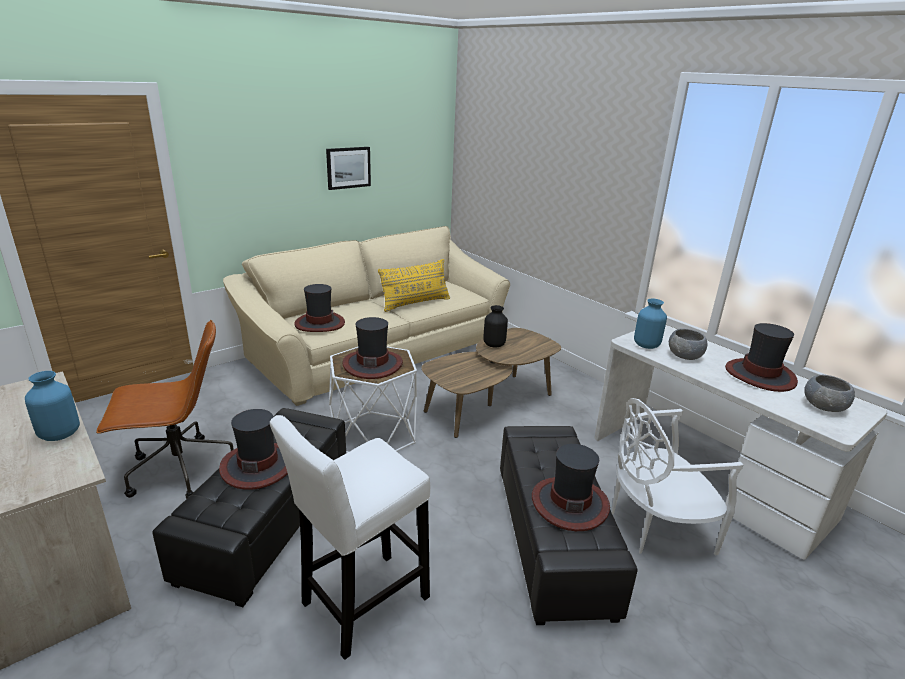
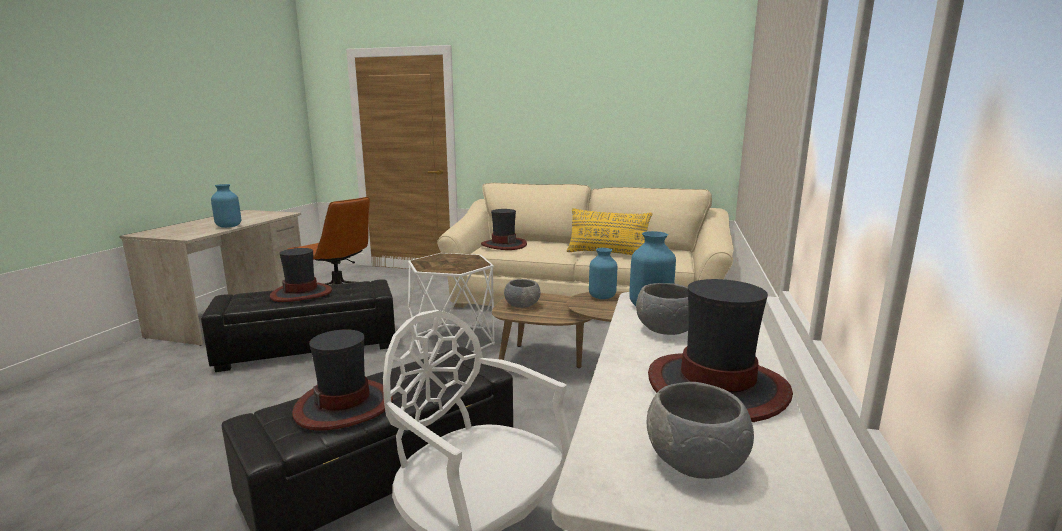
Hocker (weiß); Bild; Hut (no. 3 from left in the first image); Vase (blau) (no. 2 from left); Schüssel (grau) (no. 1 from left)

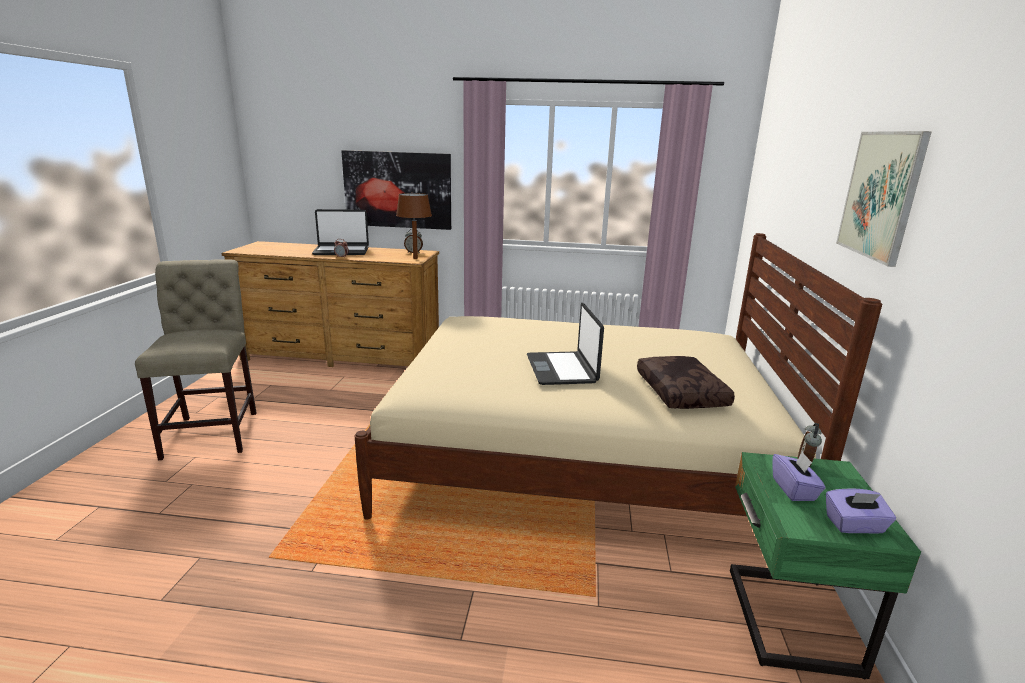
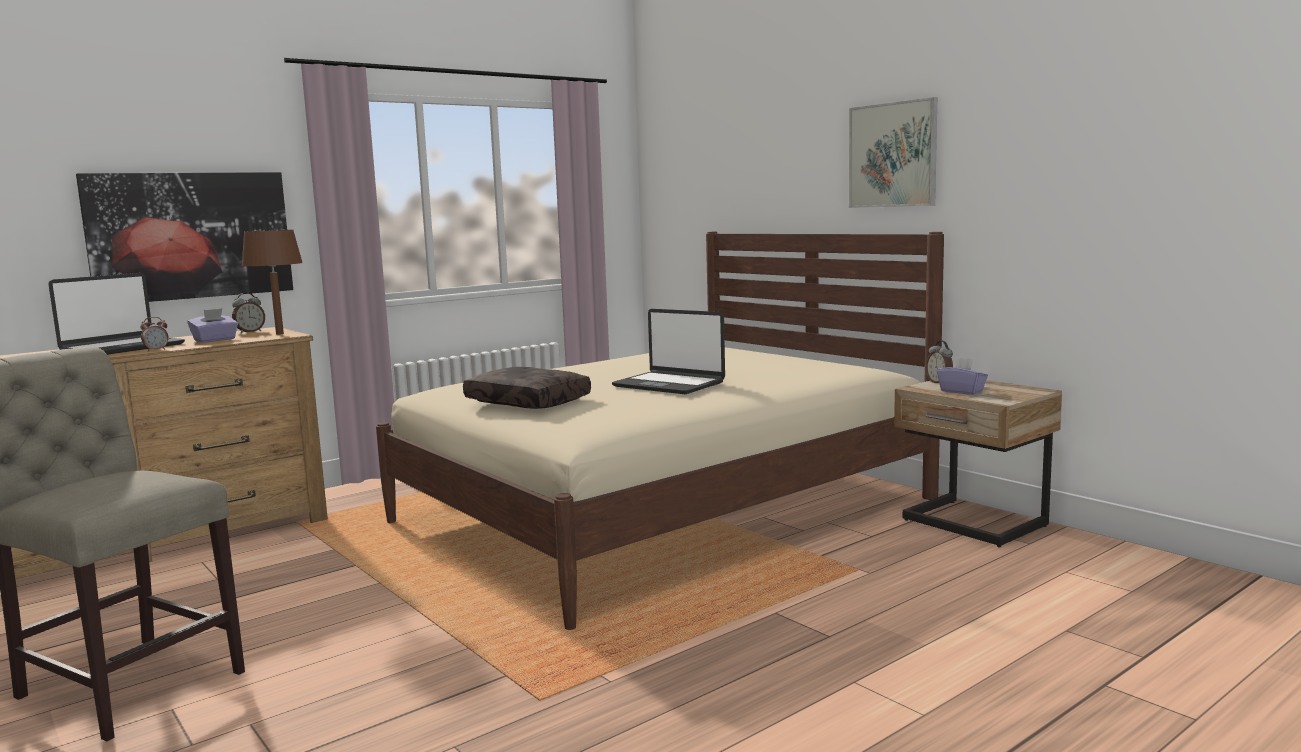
Kissen (braun); Nachttisch (beige); Taschentuchbox (lila) (no. 1 from left)

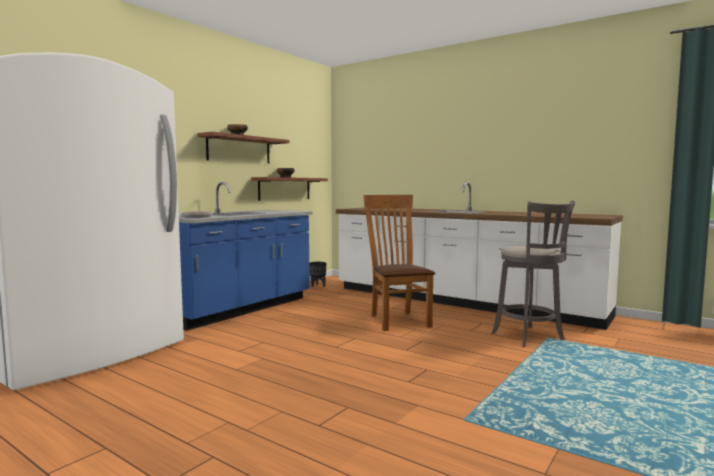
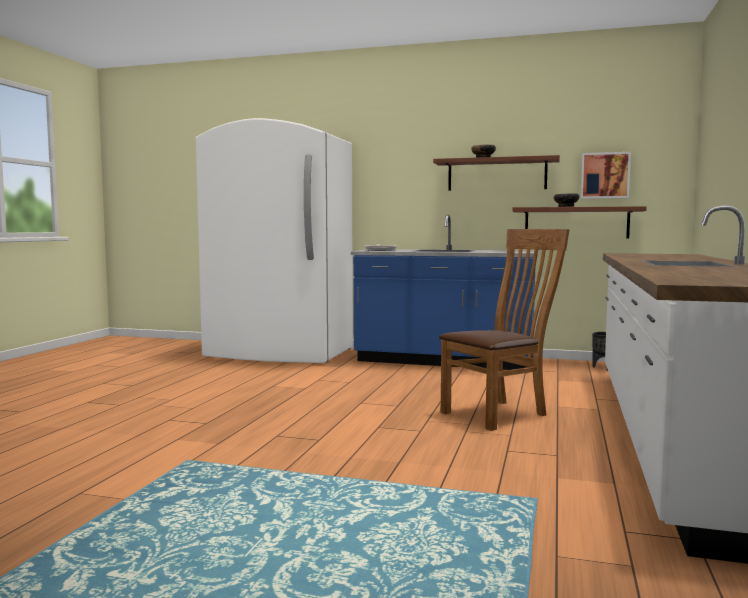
Hocker (grau); Bild

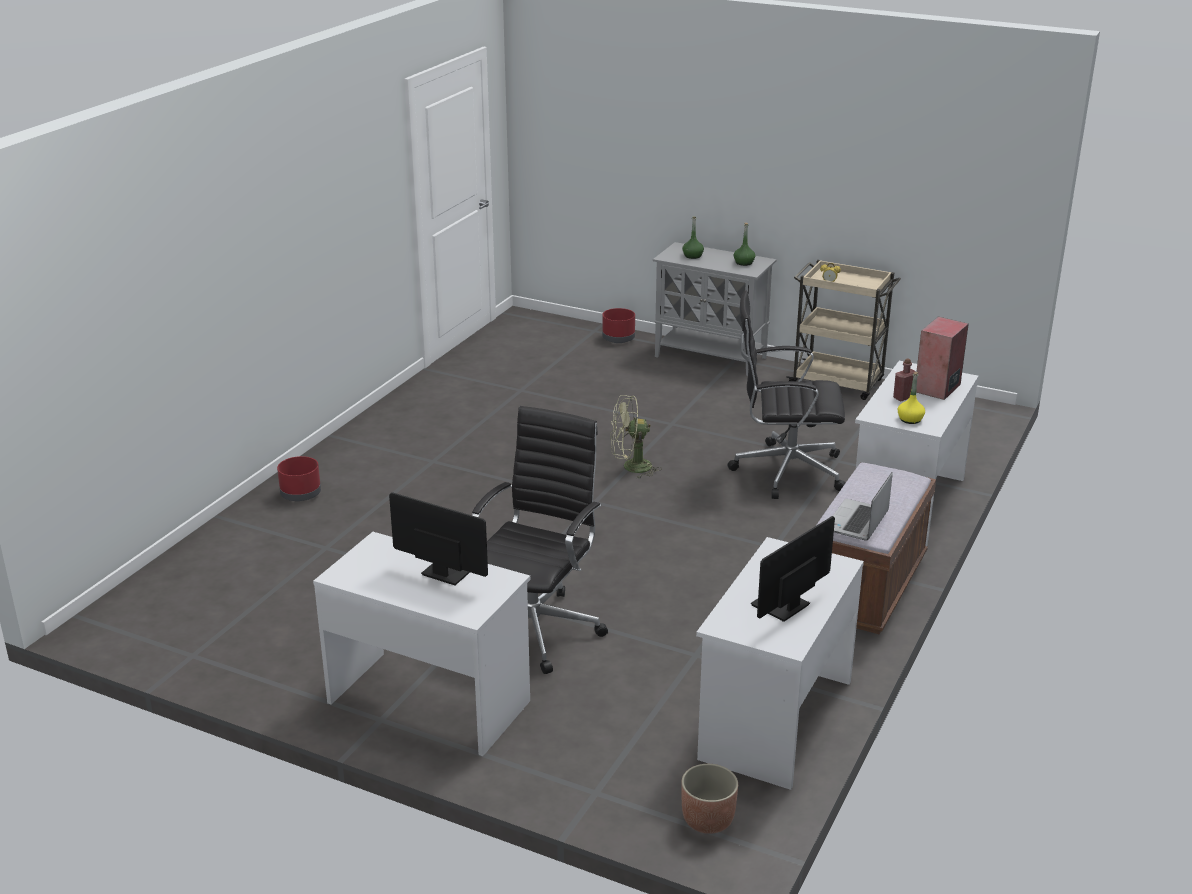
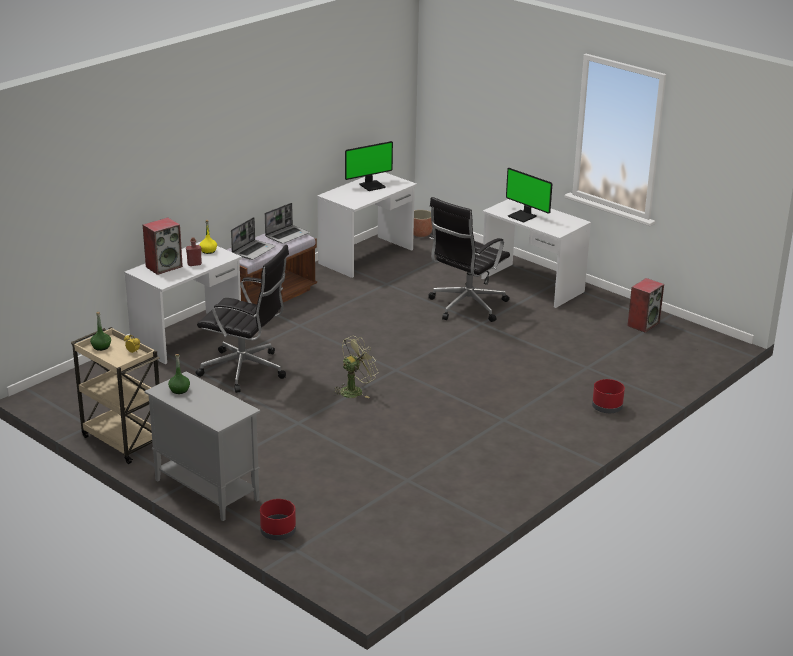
Ventilator (grün); Flasche (grün) (no. 1 from left); Laptop (no. 1 from left); Lautsprecher (no. 2 from left)

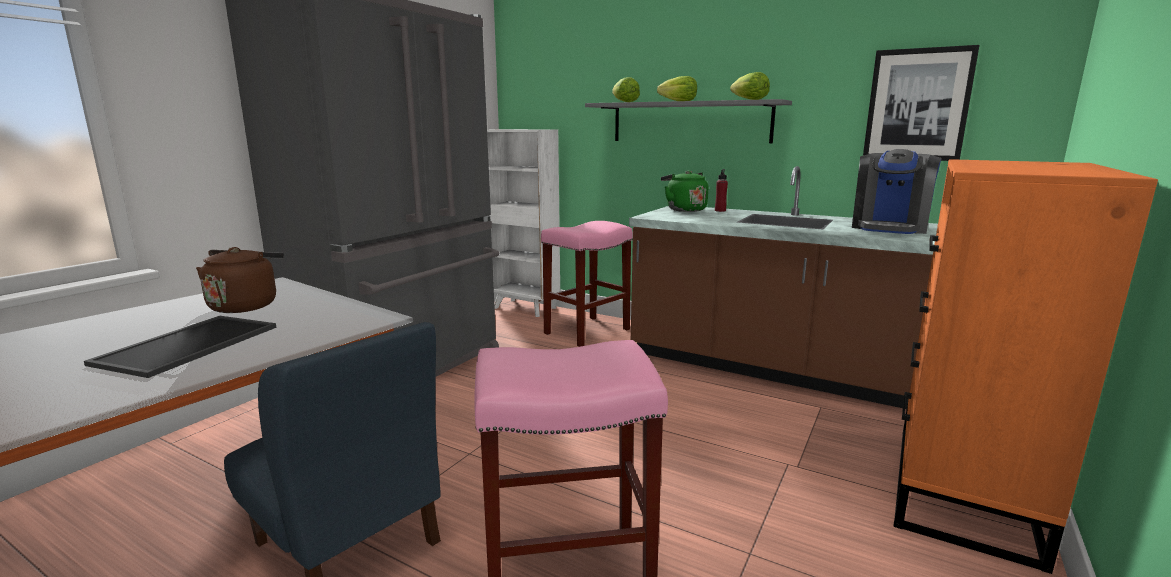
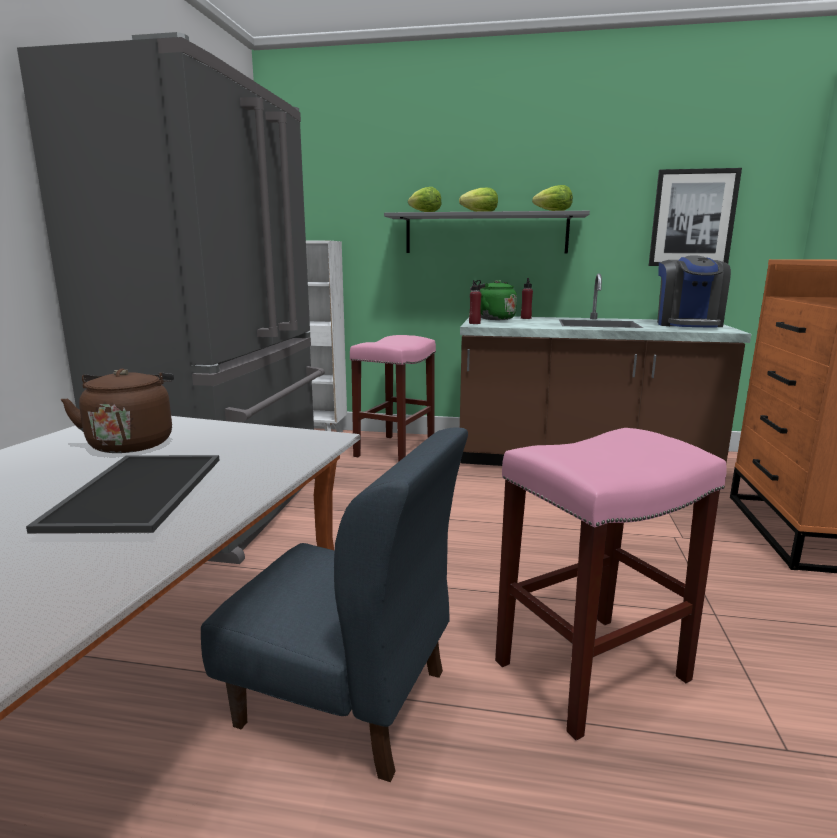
Flasche (rot) (no. 1 from left)

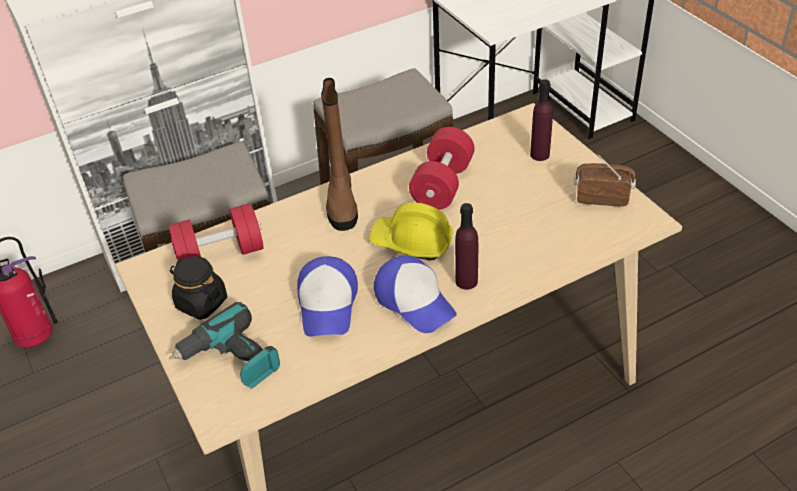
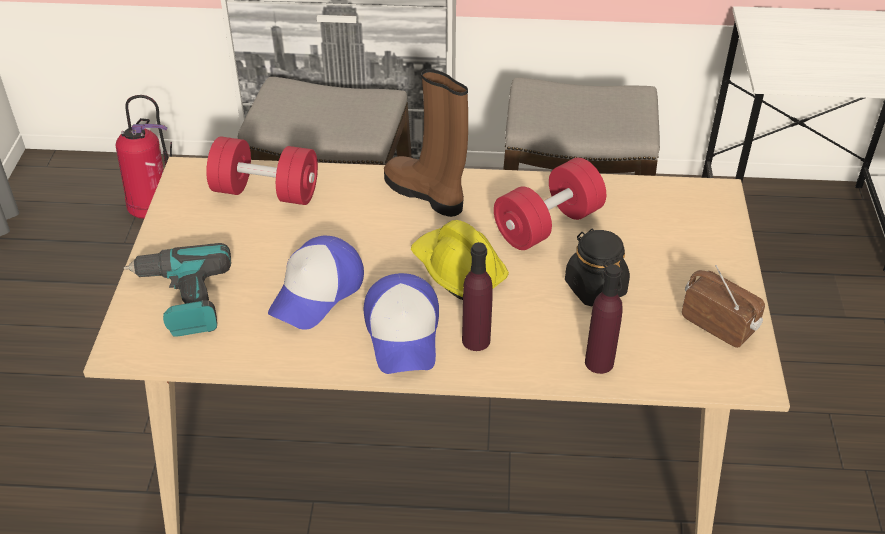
Vorratsglas (schwarz); Stiefel (braun); Flasche (lila) (no. 2 from left)

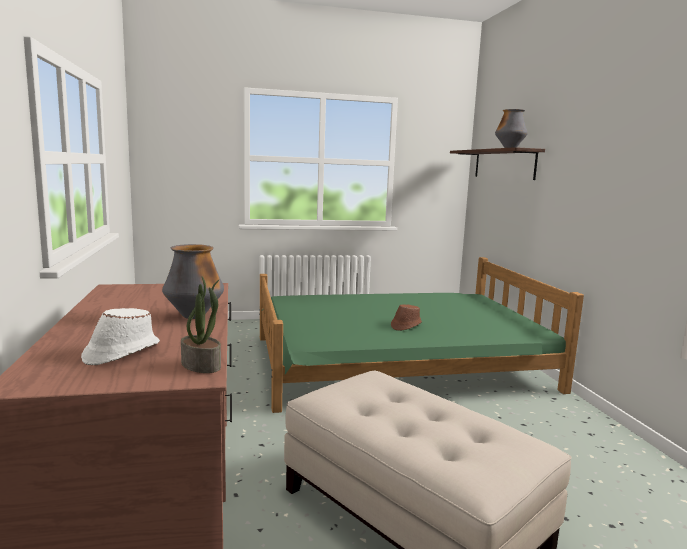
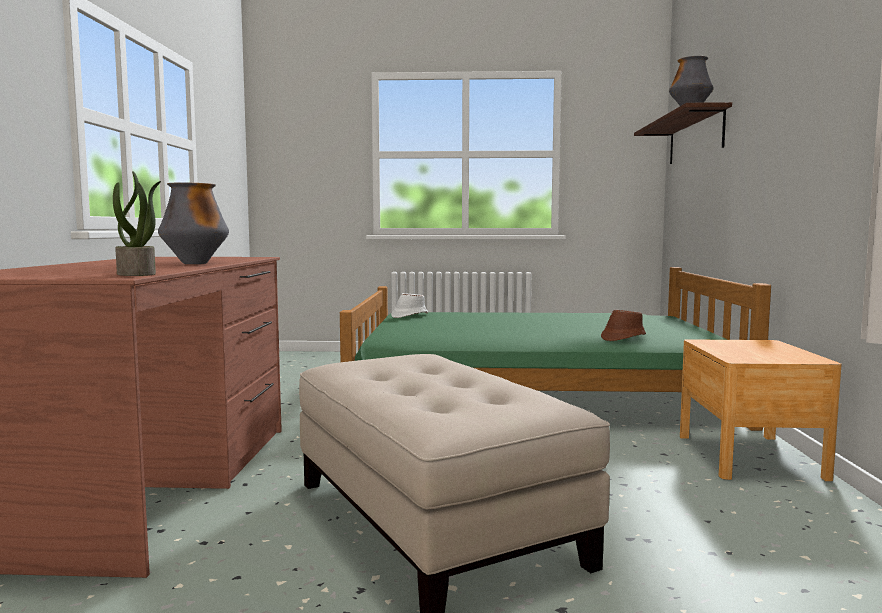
Hut (weiß); Hut (braun); Nachttisch (braun)

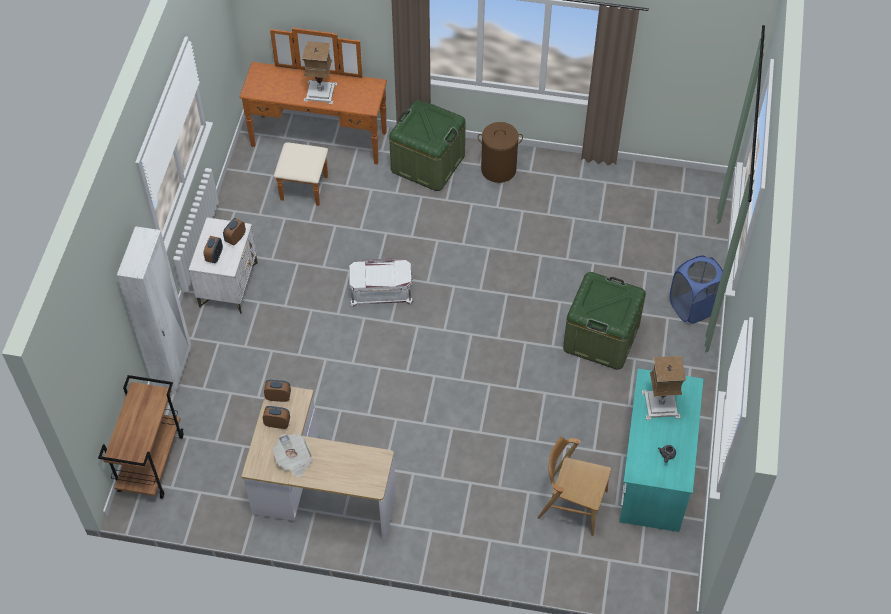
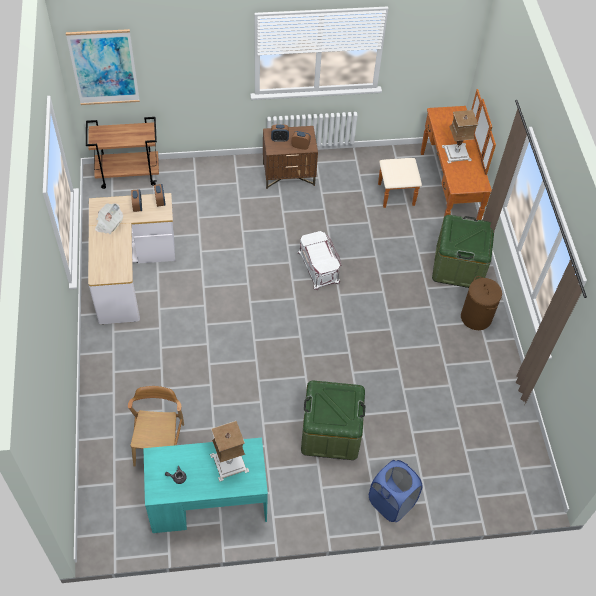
Kleiderschrank (weiß); Nachttisch (braun); Bild

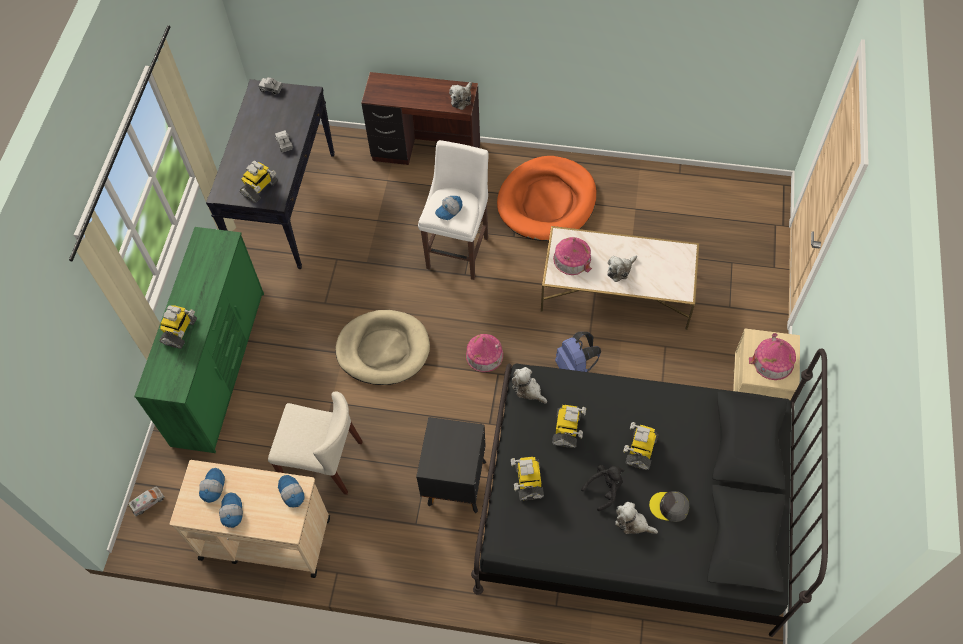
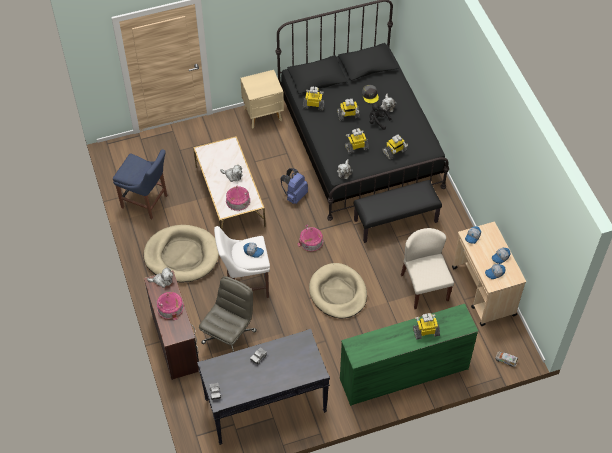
Spielzeugroboter (no. 1 from left); Bank (schwarz); Hundebett (beige) (no. 1 from left); Spielzeughaus (no. 1 from left); Stuhl (blau); Bürostuhl (grau)

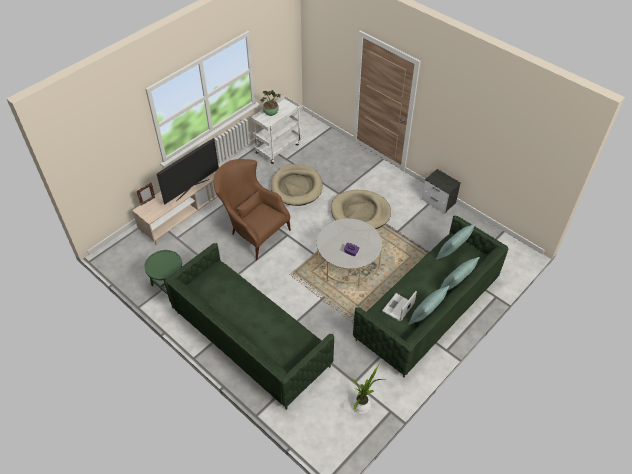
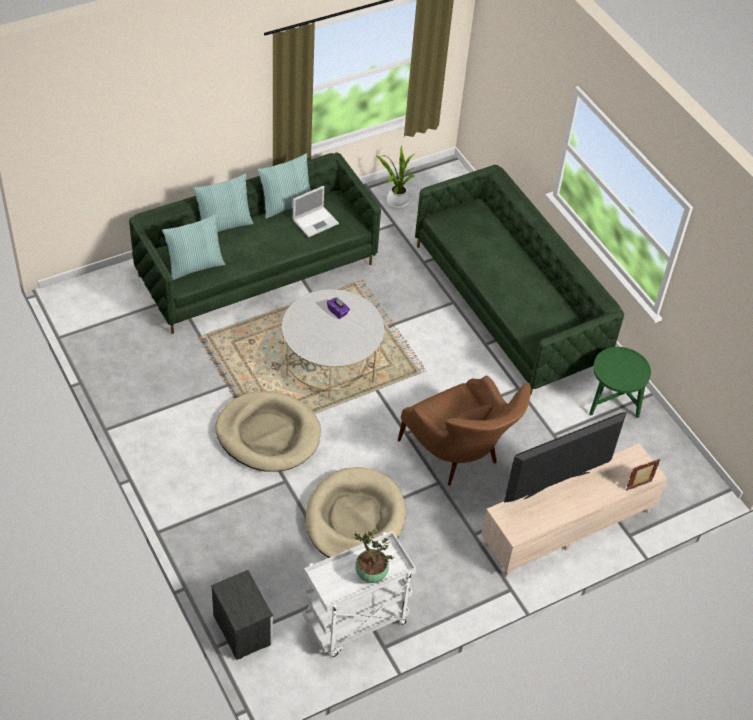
Nachttisch

